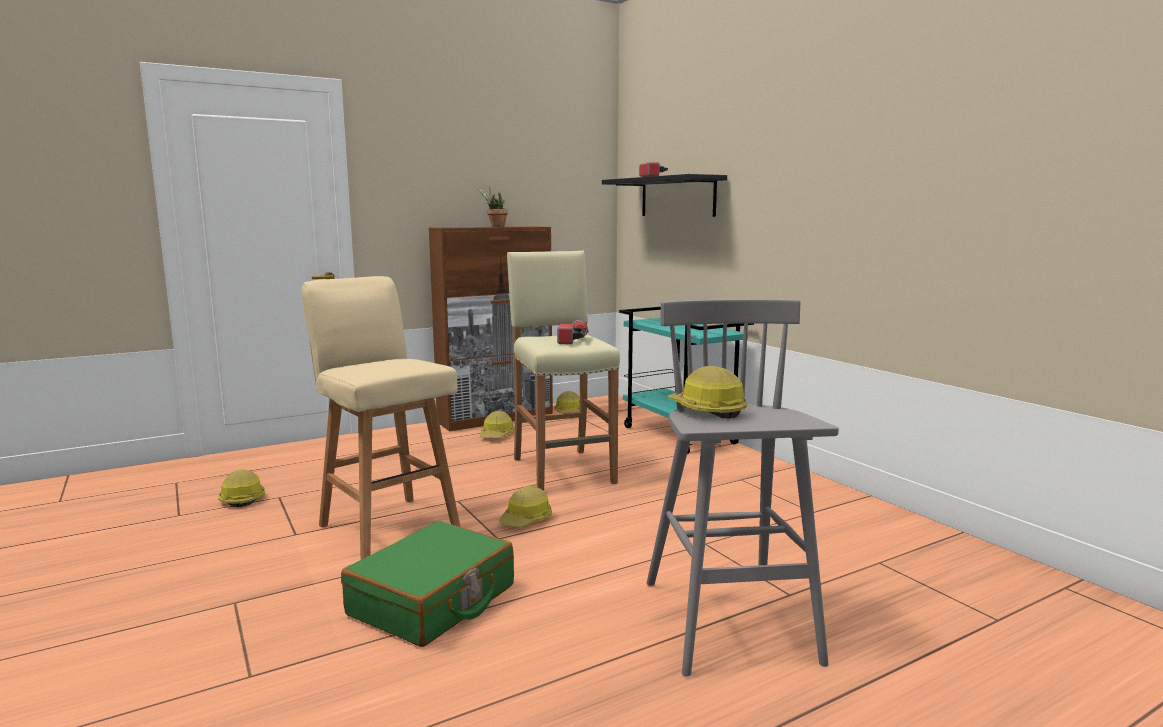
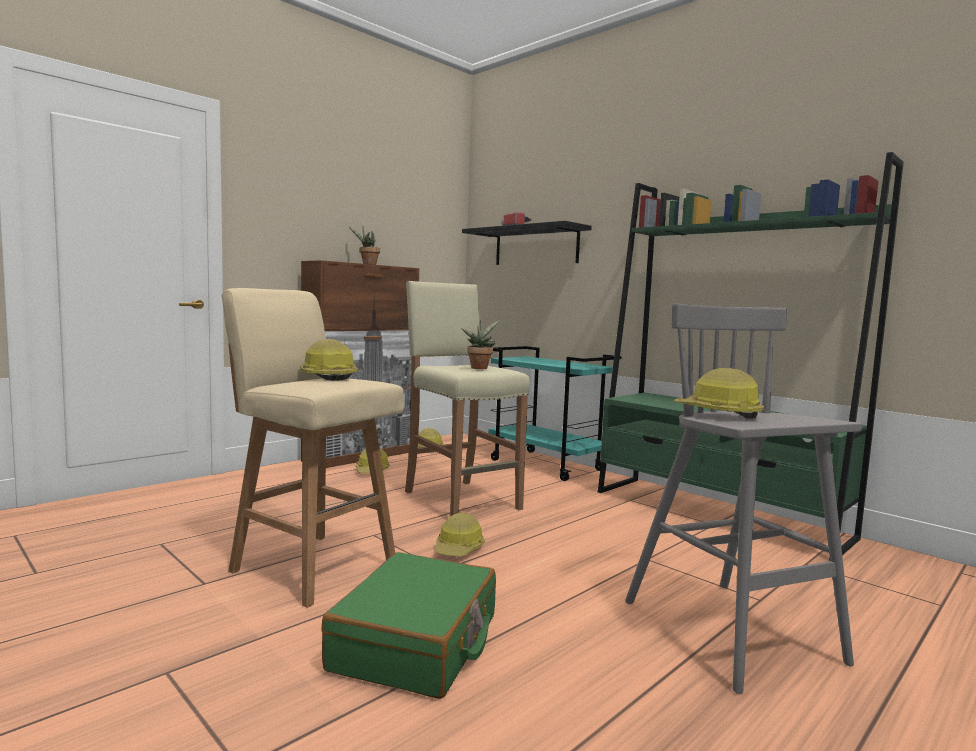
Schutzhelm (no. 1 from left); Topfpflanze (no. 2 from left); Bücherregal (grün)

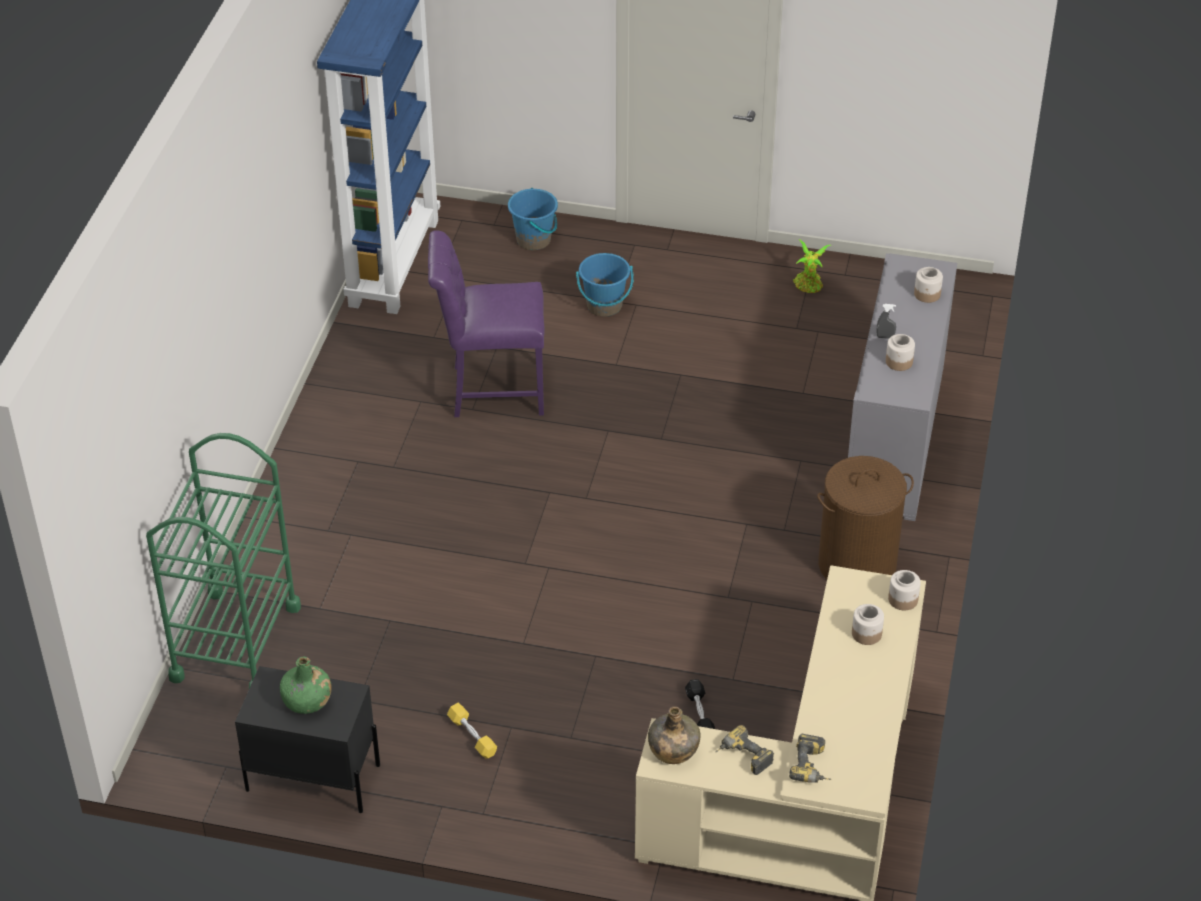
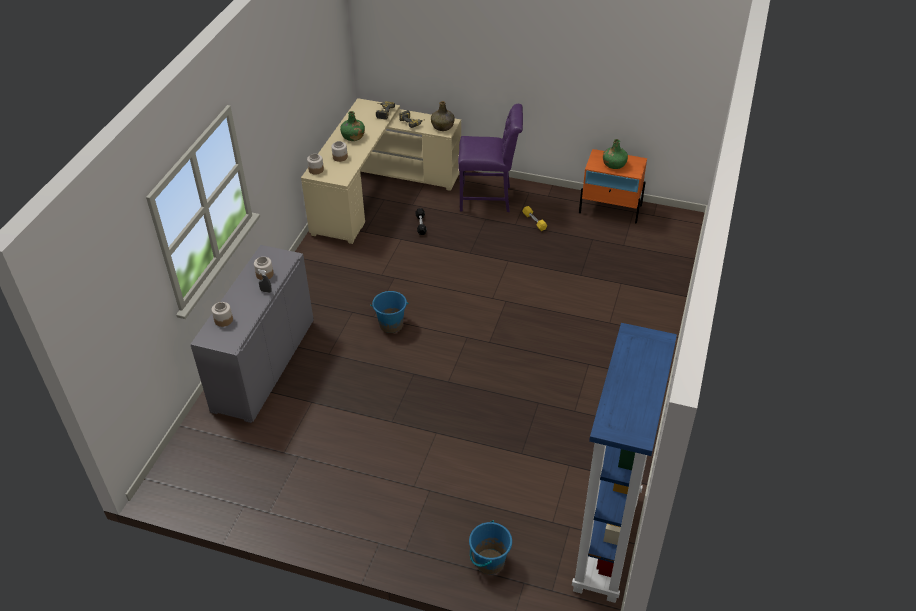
Rollwagen (grün); Nachttisch (orange); Stuhl (lila); Eimer (blau) (no. 1 from left); Topfpflanze; Wäschekorb (braun); Flasche (grün) (no. 1 from left)

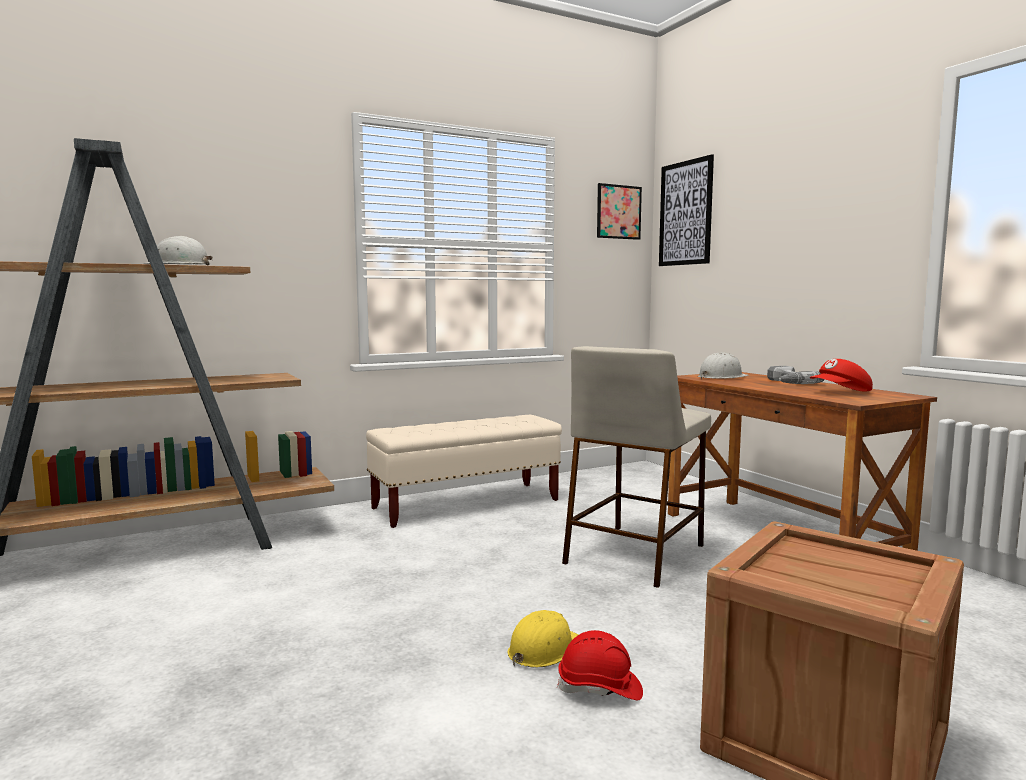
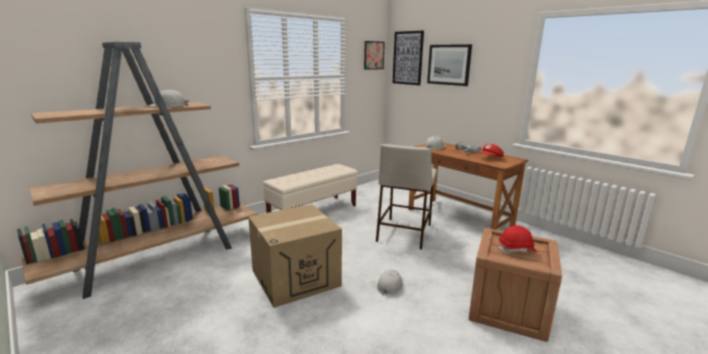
Schutzhelm (weiß) (no. 2 from left); Schutzhelm (rot); Karton; Bild (no. 3 from left)

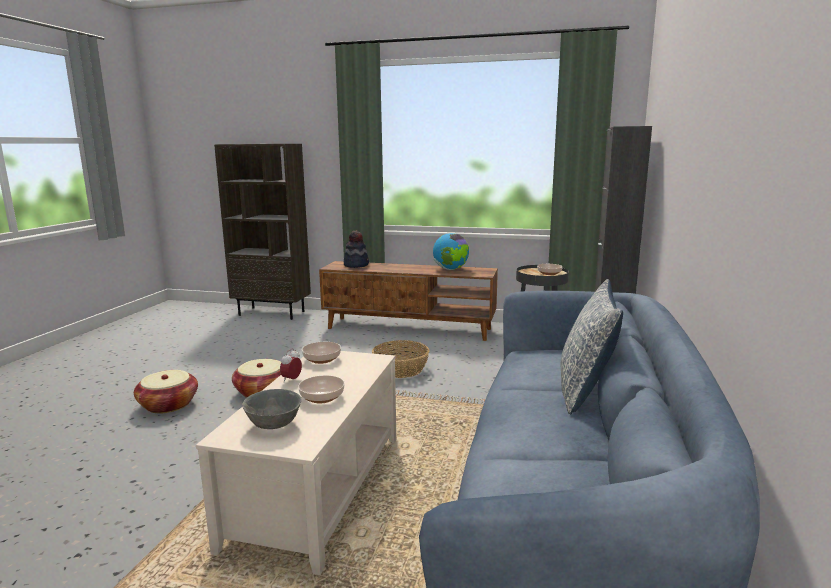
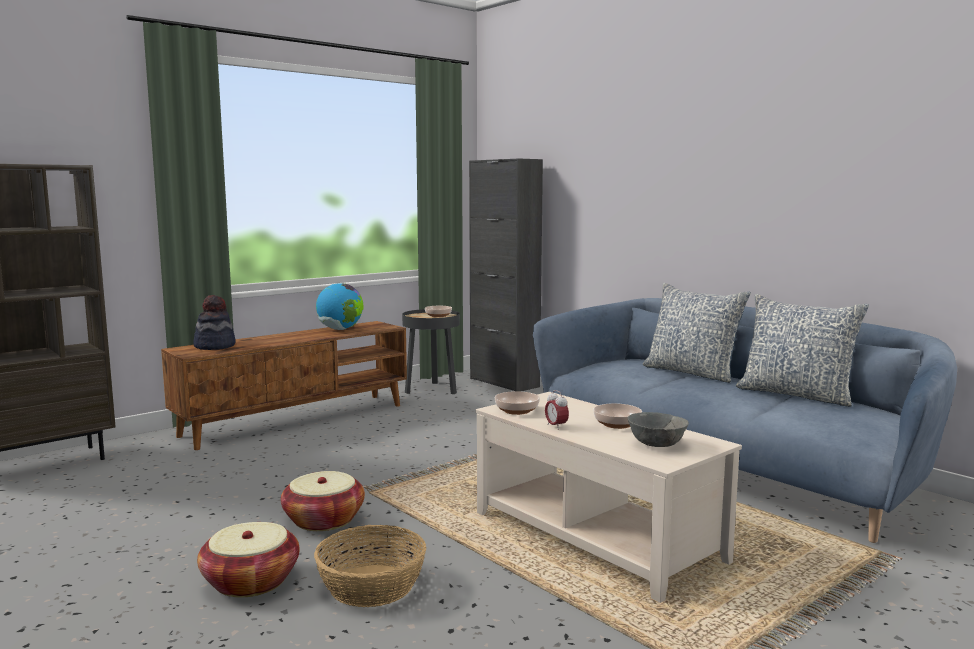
Korb (no. 3 from left); Kissen (no. 2 from left)

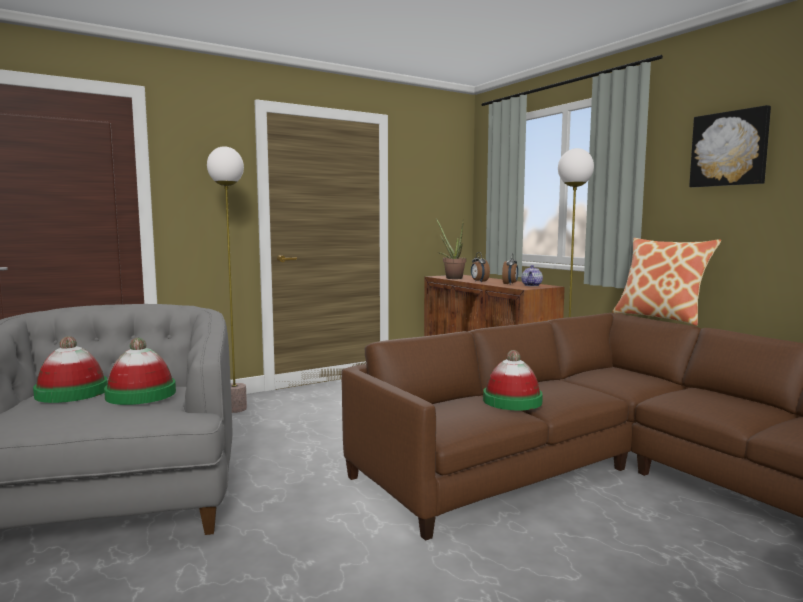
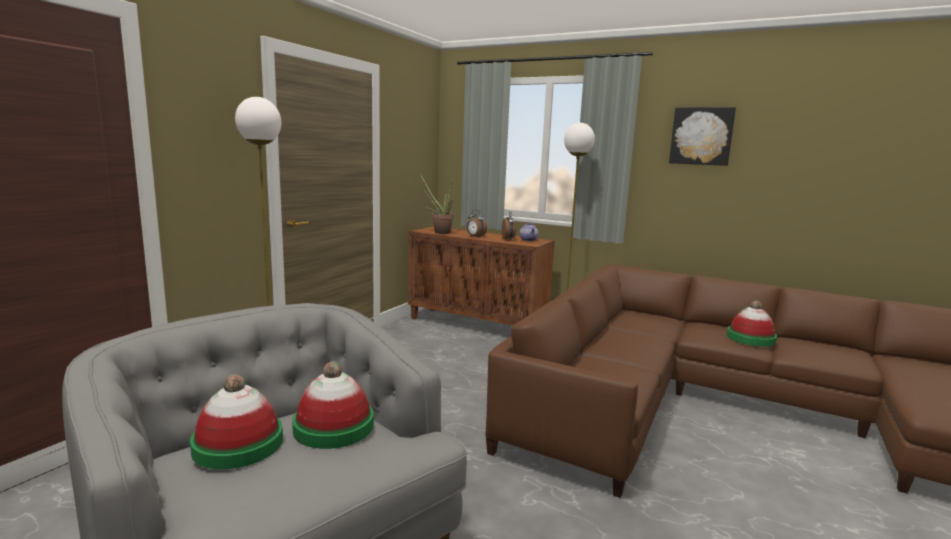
Hut (no. 3 from left); Kissen

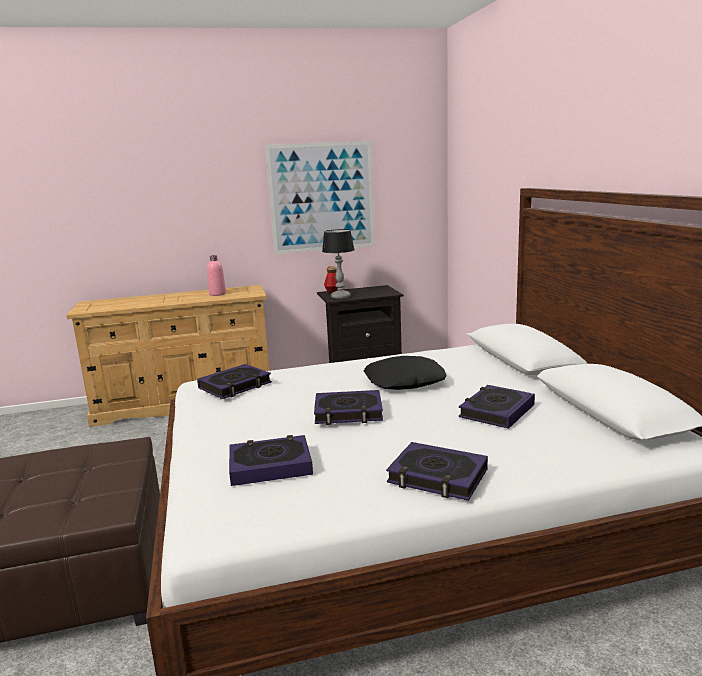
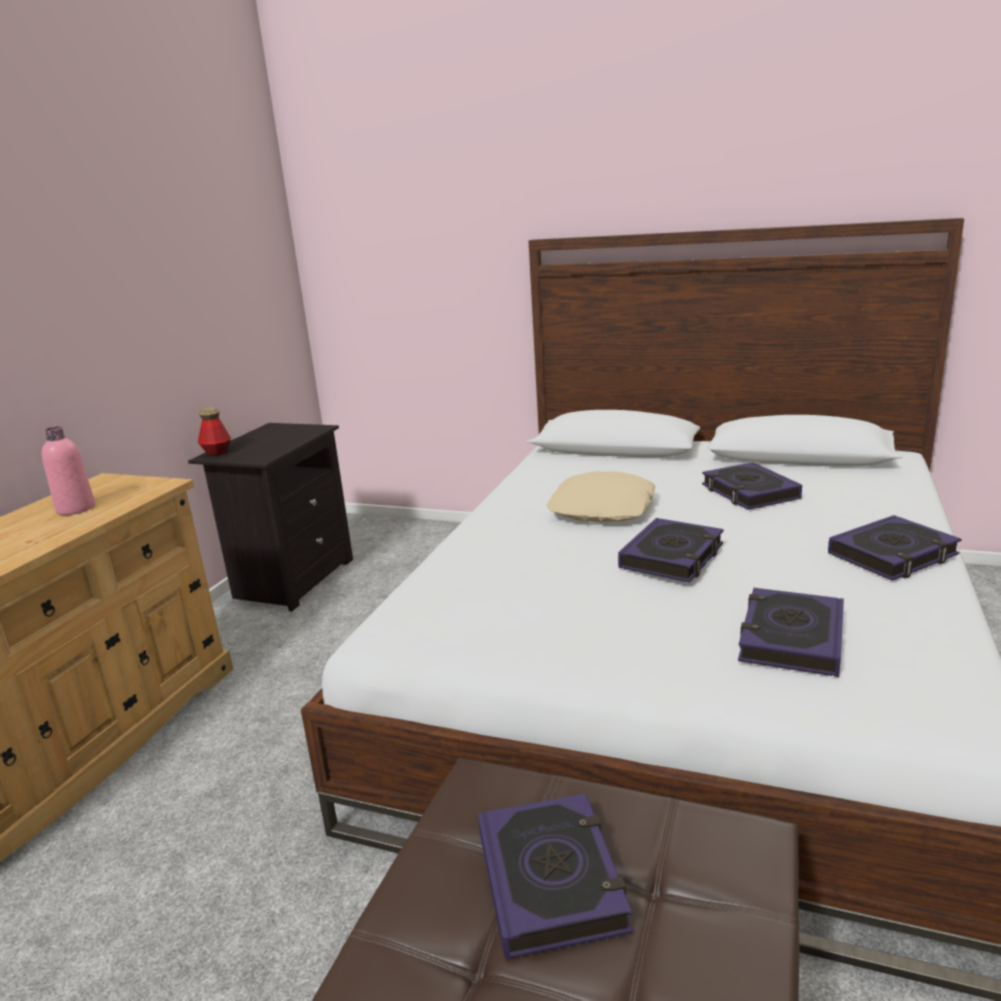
Buch (no. 1 from left); Bild; Tischlampe; Kissen (beige)

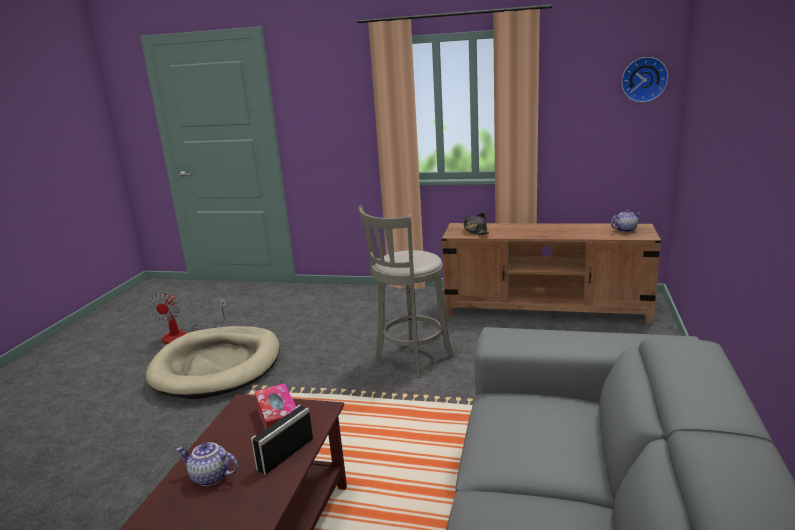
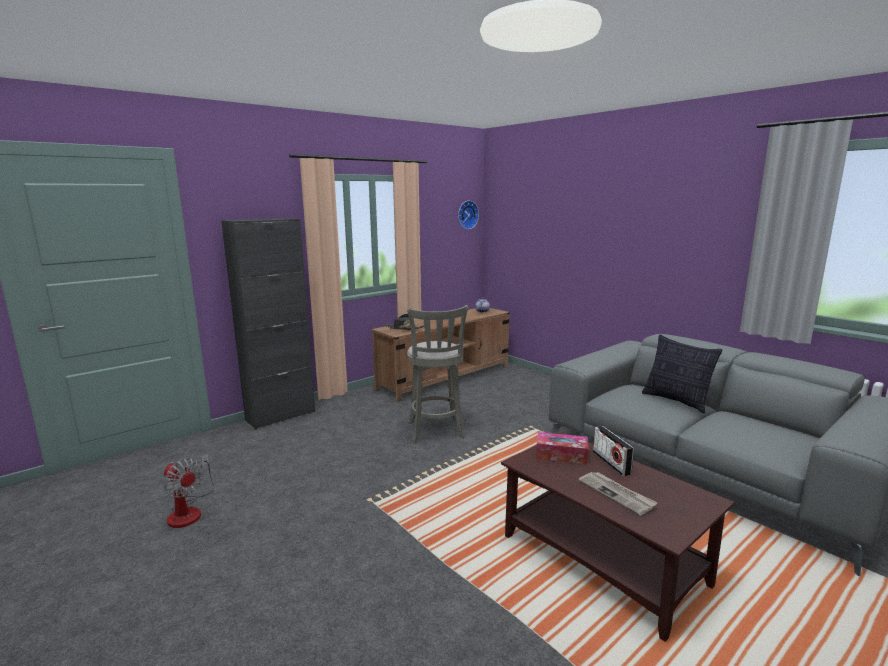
Hundebett (beige); Zeitung; Schrank (schwarz); Kissen

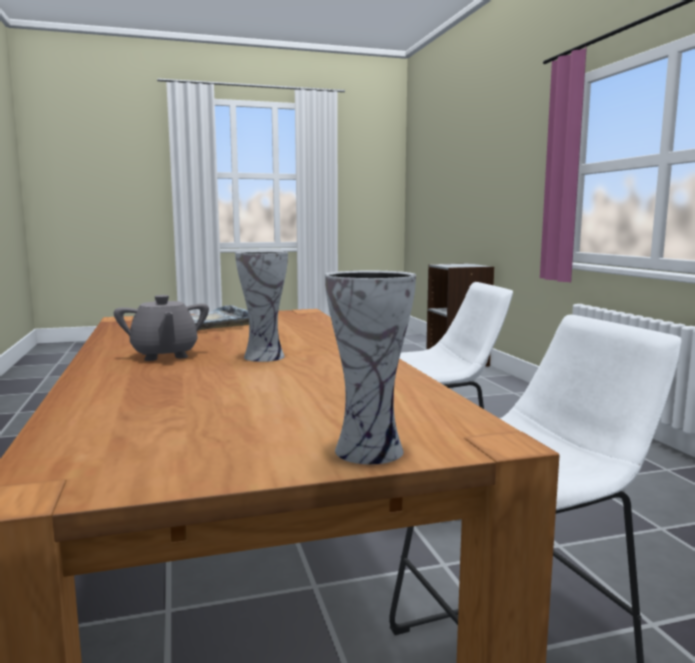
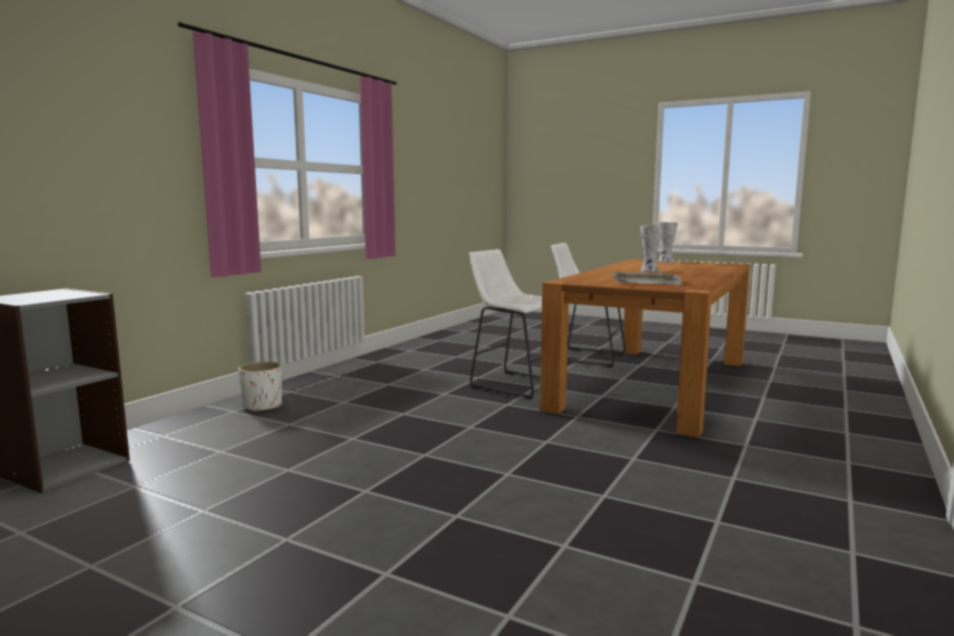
Teekanne (grau); Pflanzkübel (weiß)

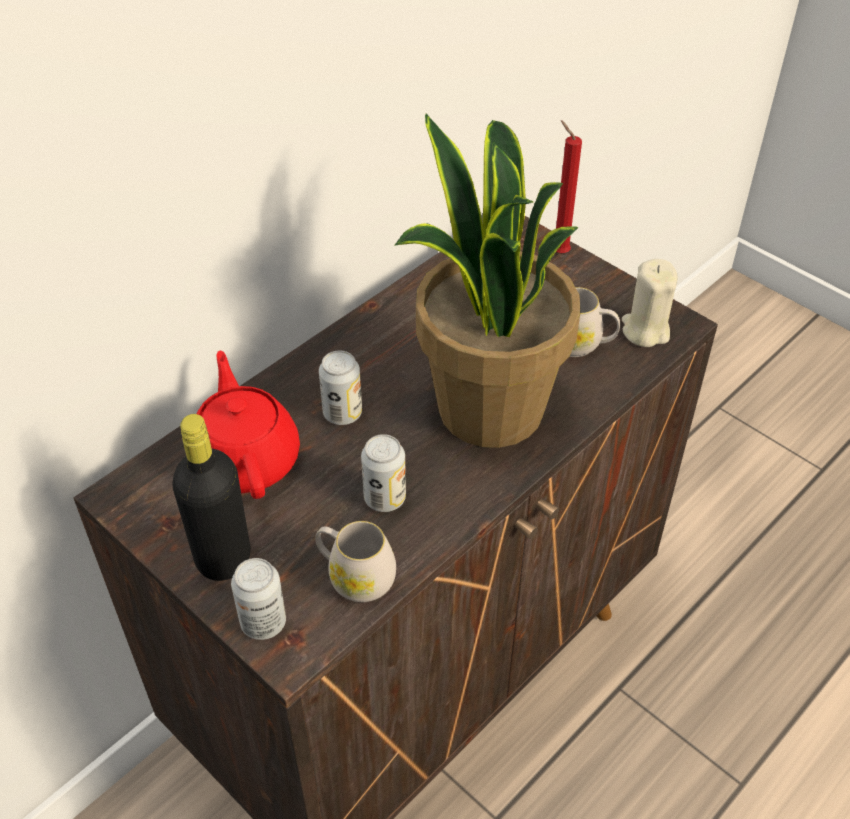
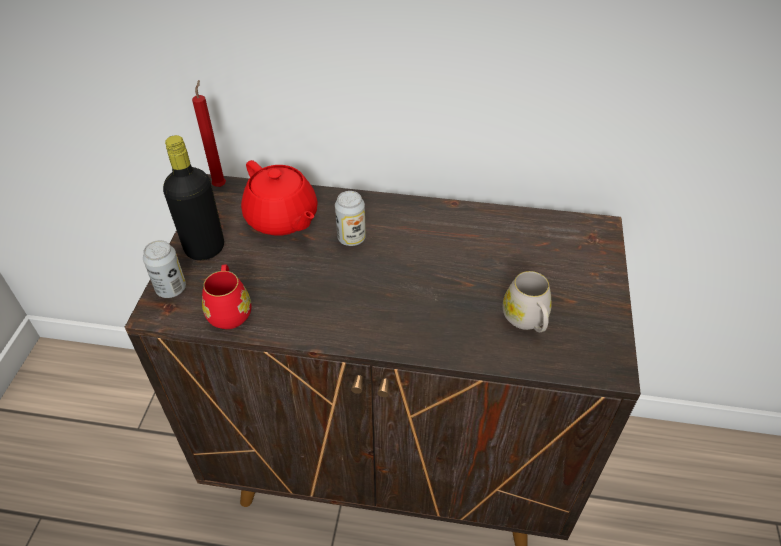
Teekanne (rot); Henkelbecher (rot); Dose (no. 3 from left in the first image); Topfpflanze; Kerze (rot); Kerze (beige)

